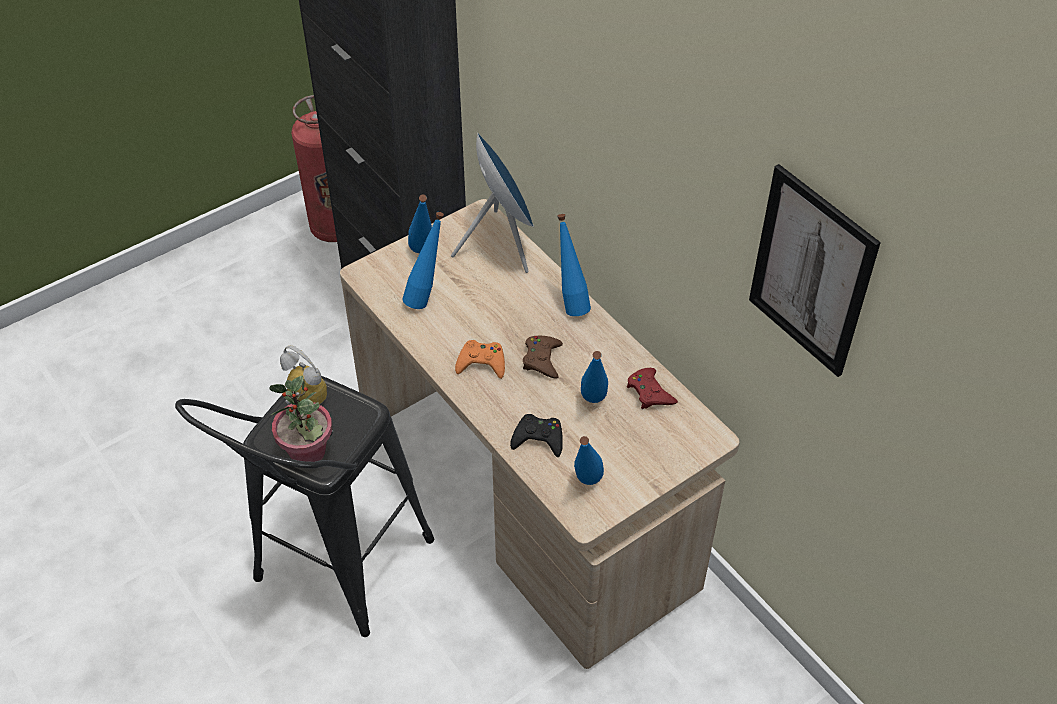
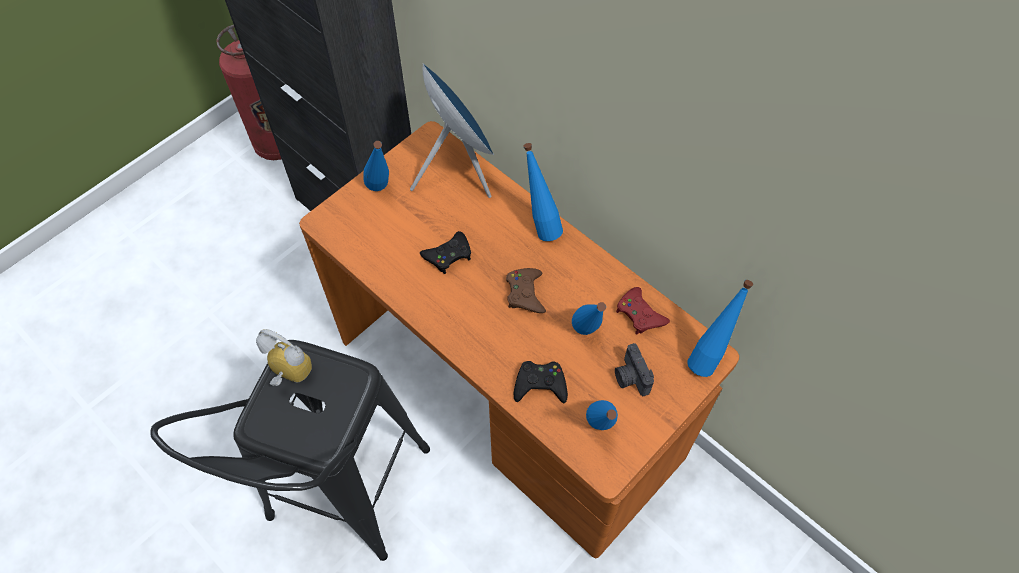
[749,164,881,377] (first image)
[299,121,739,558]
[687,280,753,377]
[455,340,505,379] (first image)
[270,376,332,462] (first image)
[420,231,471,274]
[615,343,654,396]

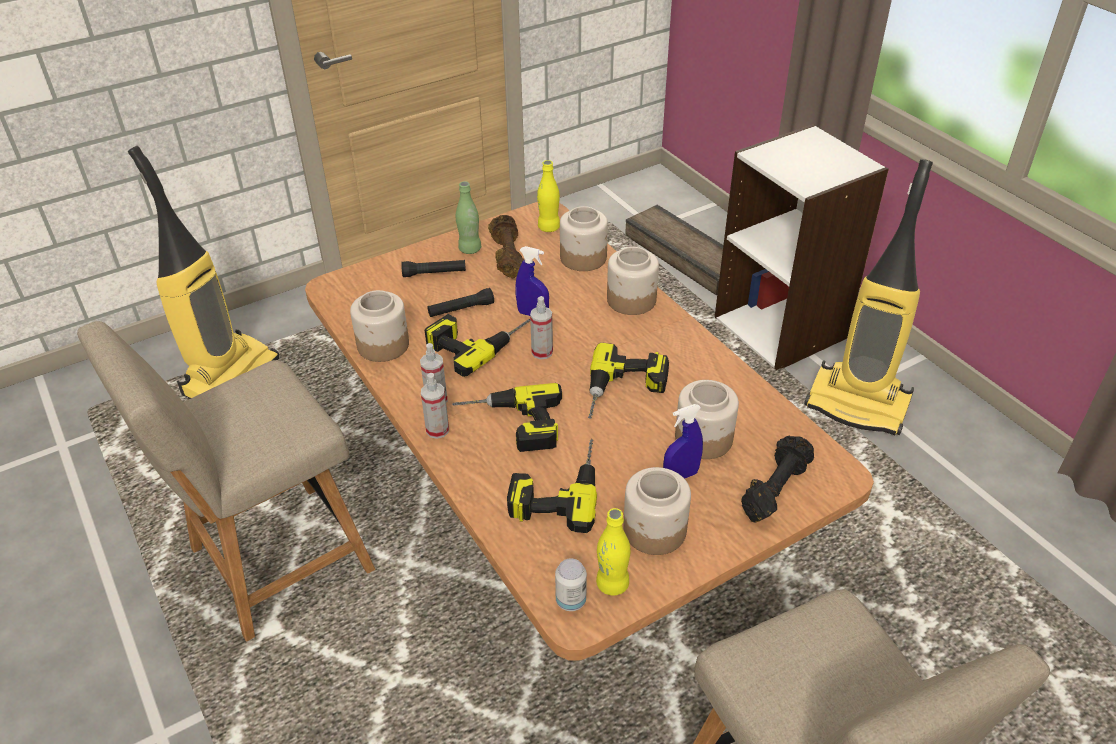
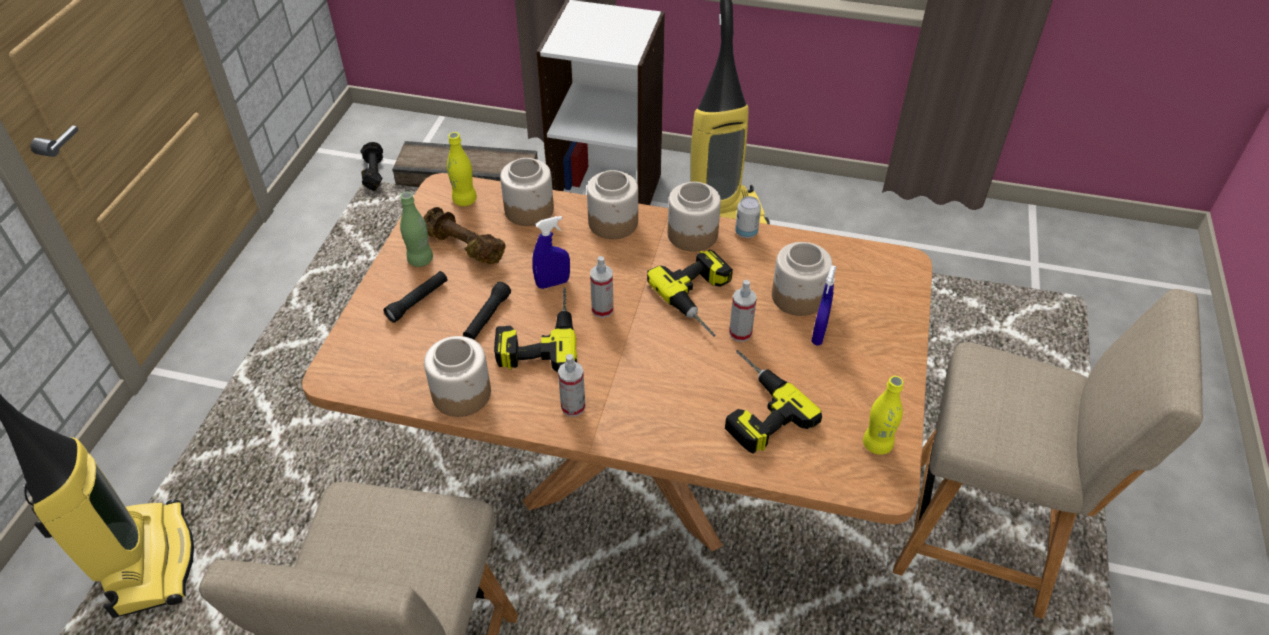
[729,280,757,342]
[452,383,562,452] (first image)
[360,142,383,191]
[668,182,721,252]
[735,196,761,238]

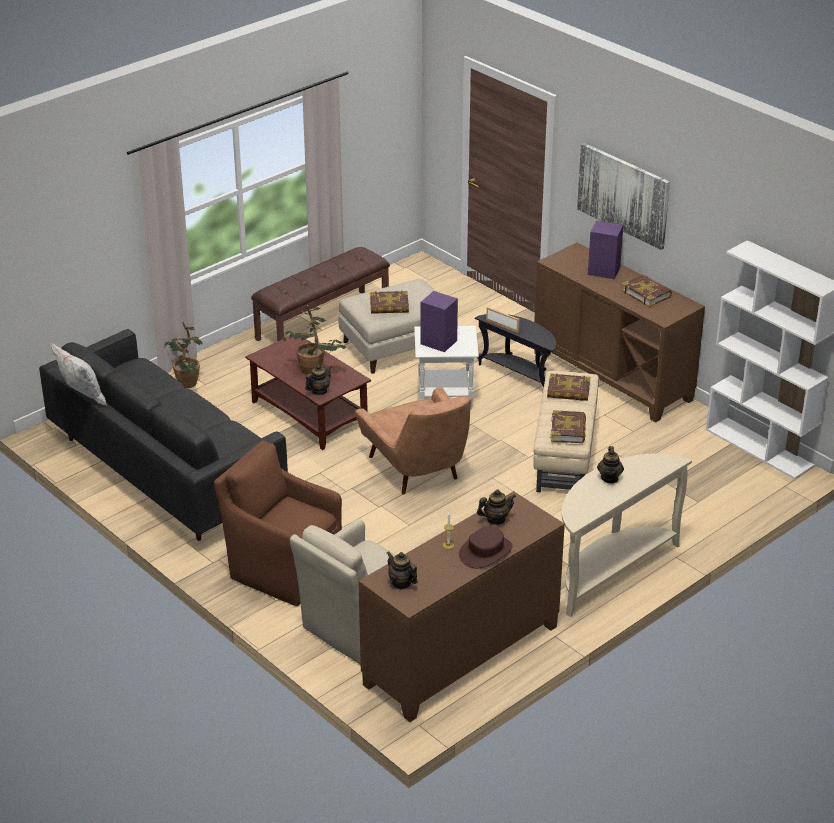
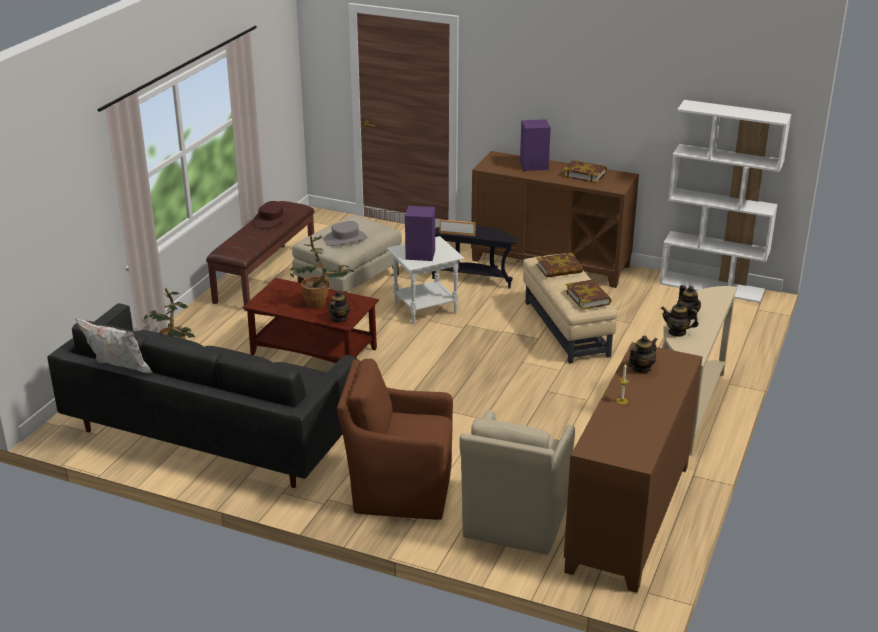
[577,143,670,250] (first image)
[324,221,367,246]
[355,387,471,494] (first image)
[253,201,289,229]
[661,301,699,337]

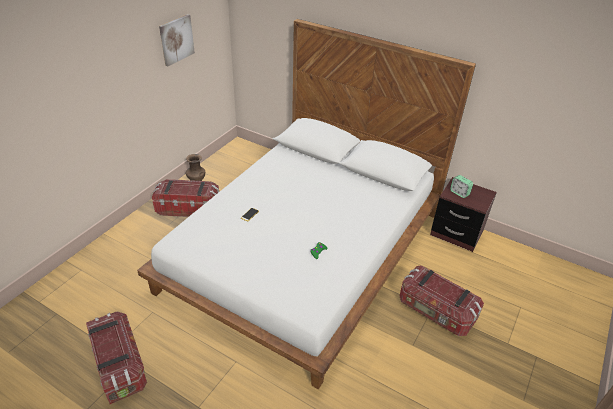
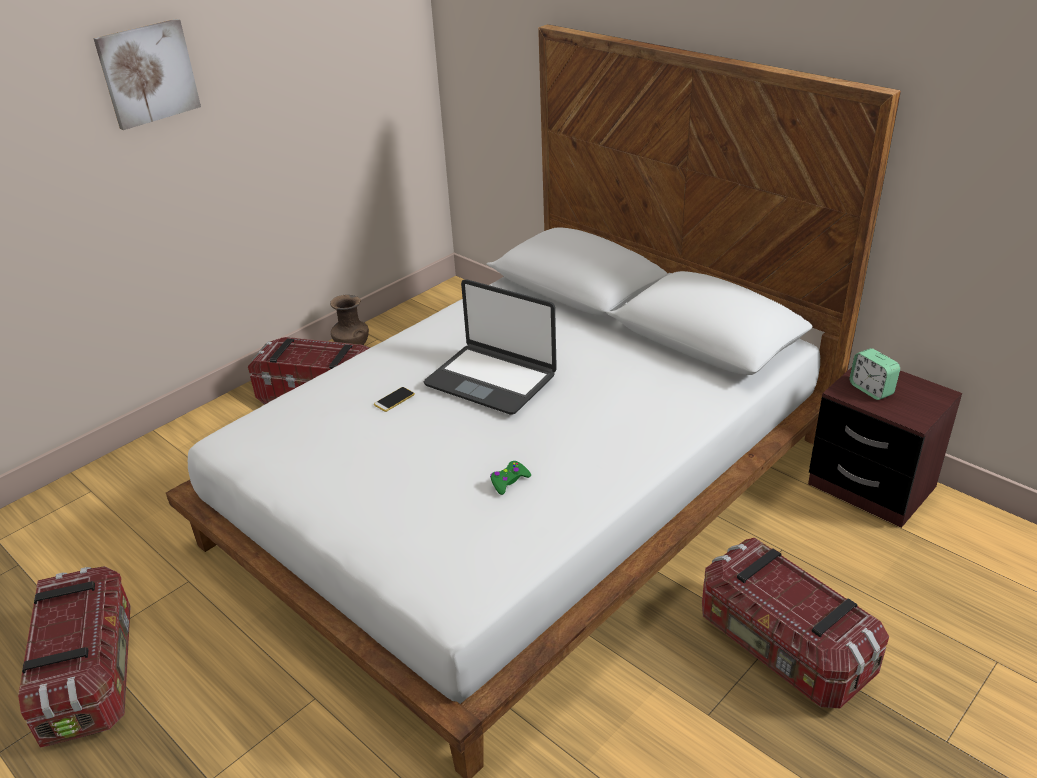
[93,19,201,130]
[424,280,557,415]

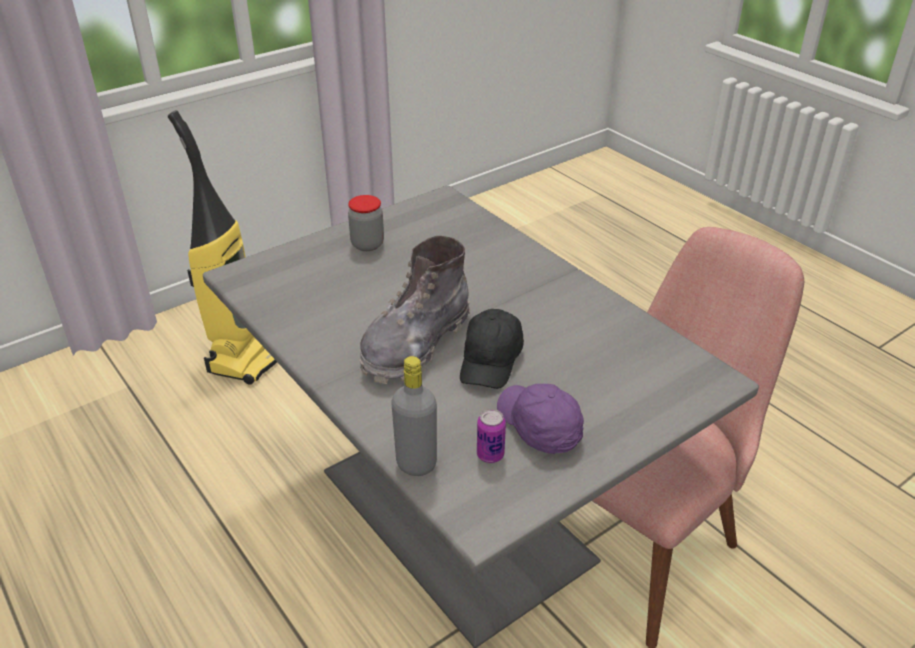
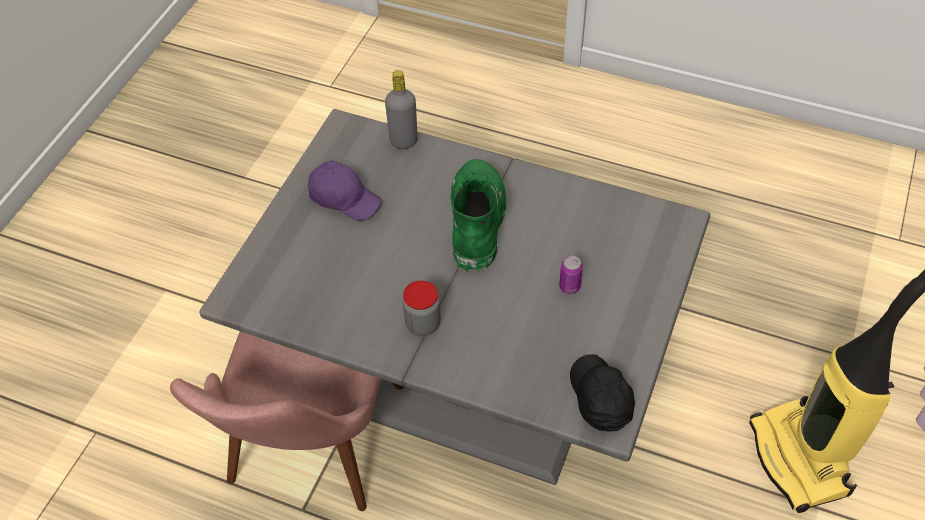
[403,280,441,336]
[450,159,507,272]
[570,354,635,432]
[559,256,583,294]

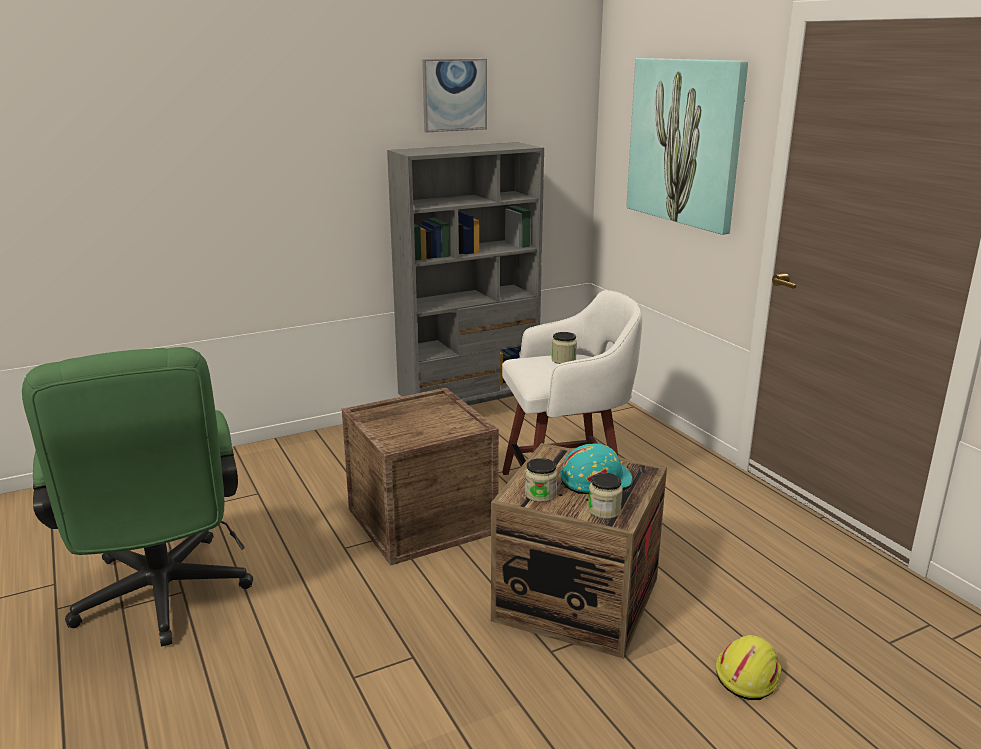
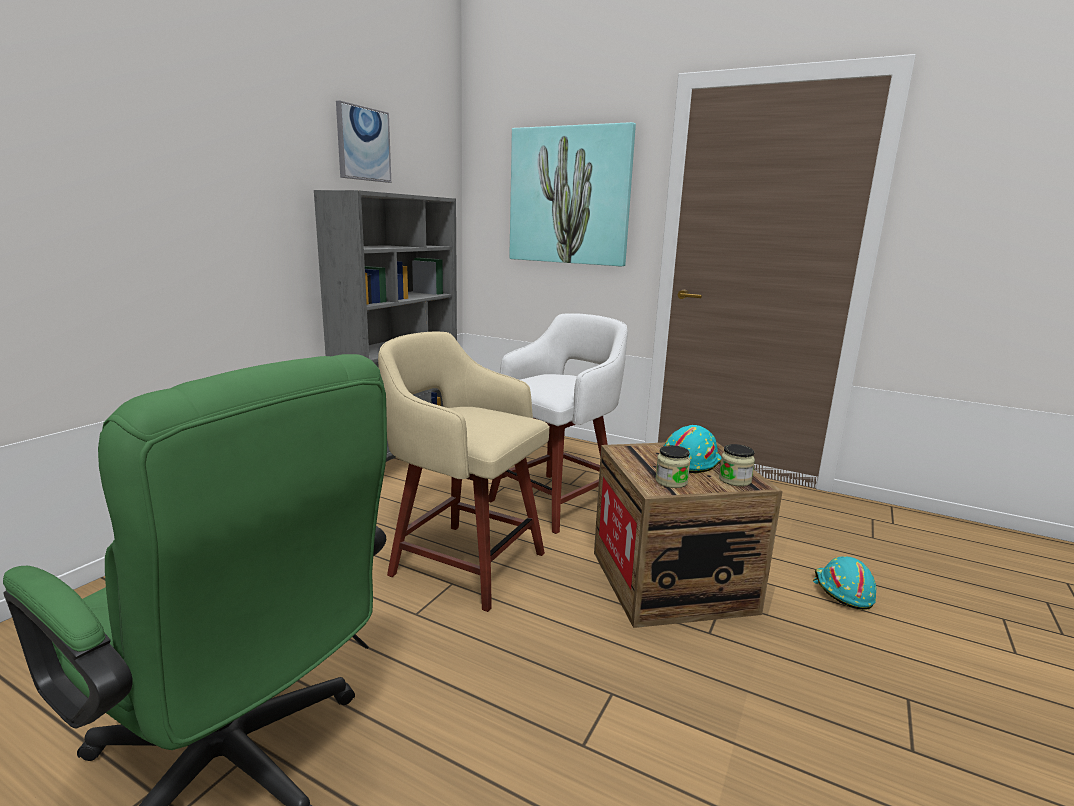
[551,332,577,364] (first image)
[378,332,550,612]
[813,556,876,610]

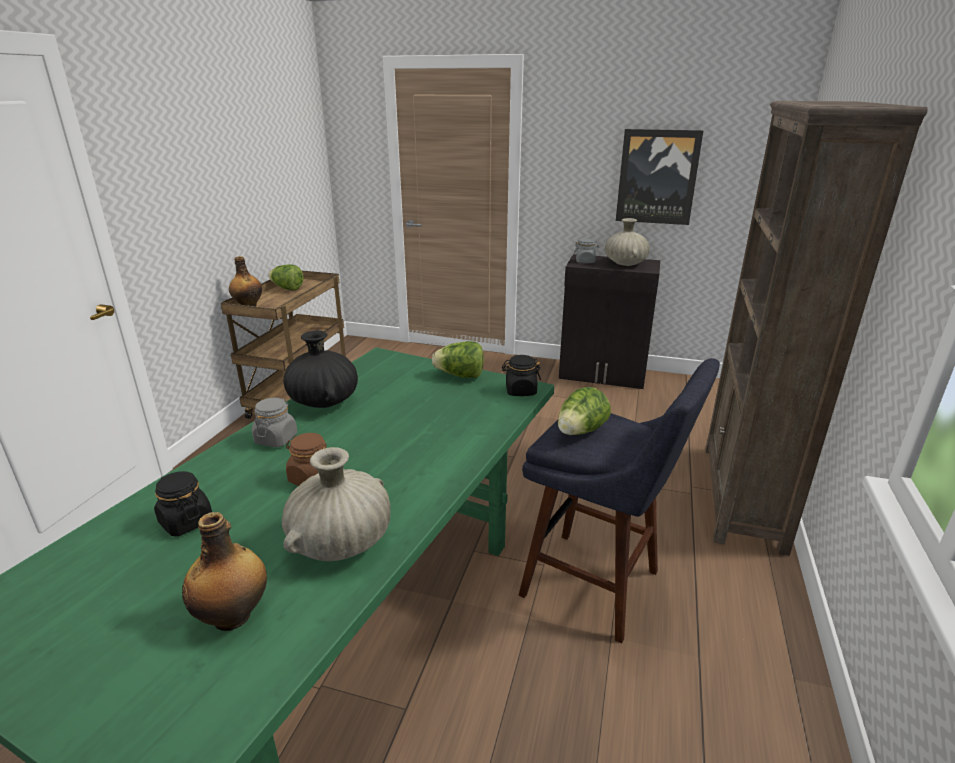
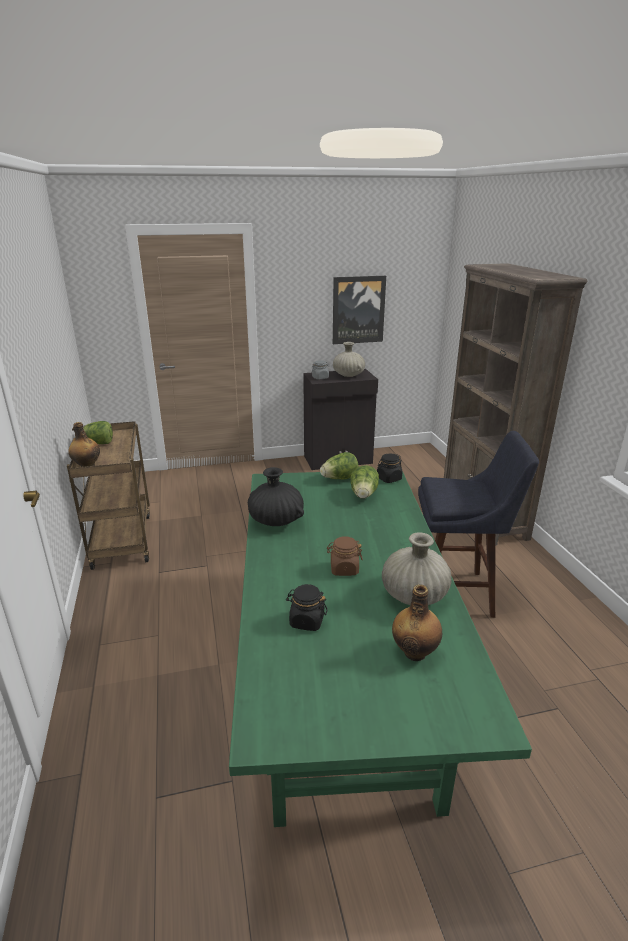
[350,465,379,499]
[252,398,297,447] (first image)

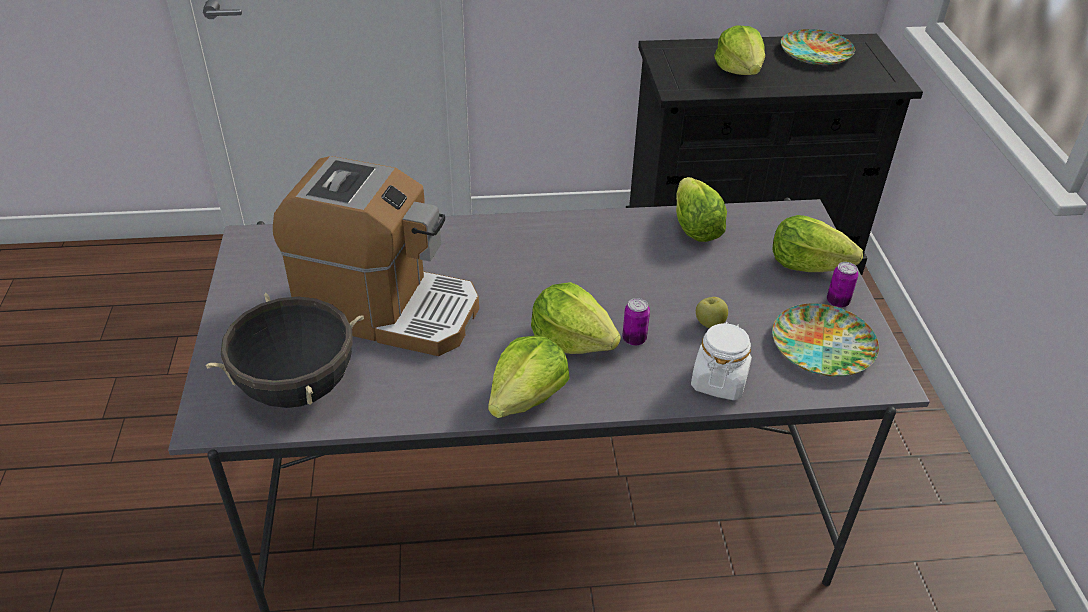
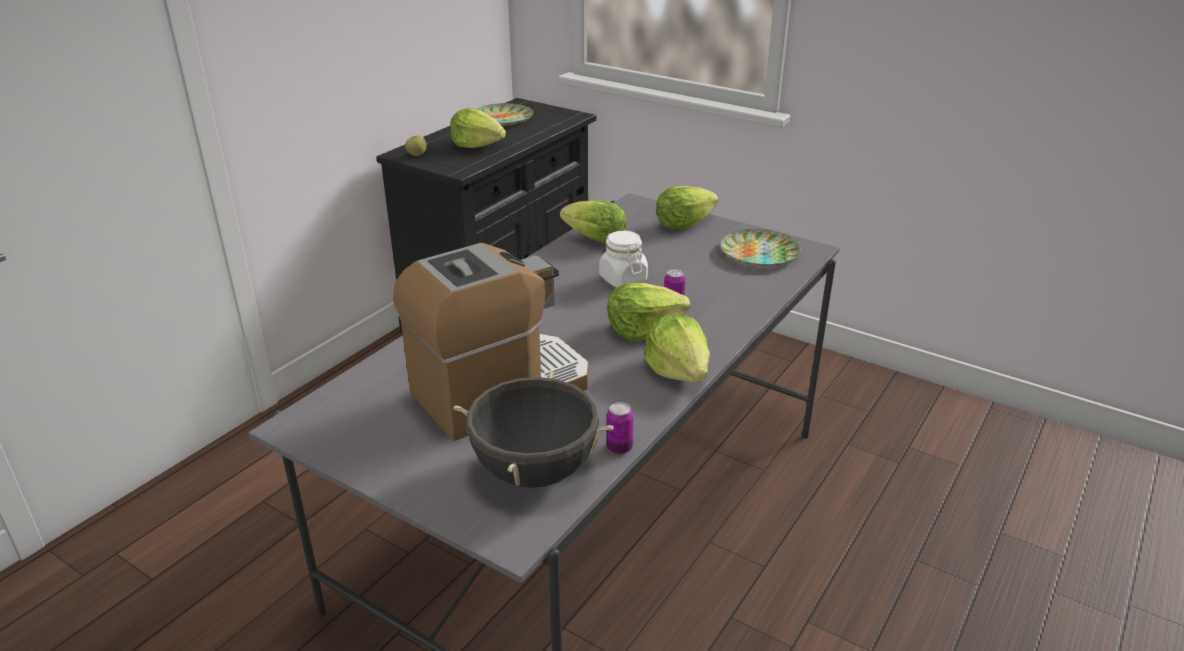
[606,402,634,455]
[405,135,427,156]
[599,231,648,287]

